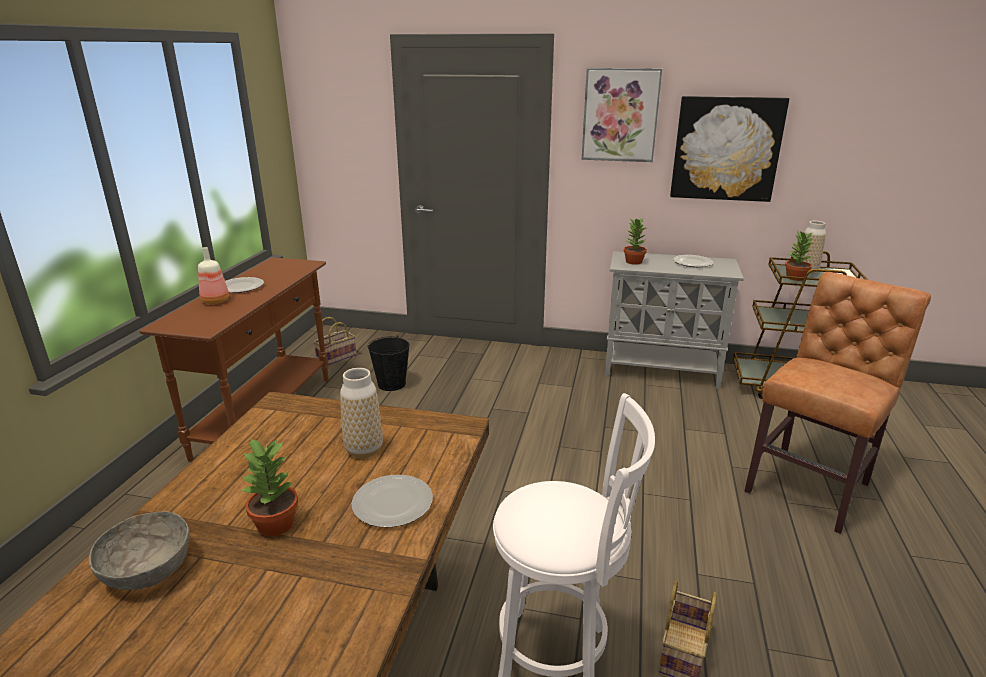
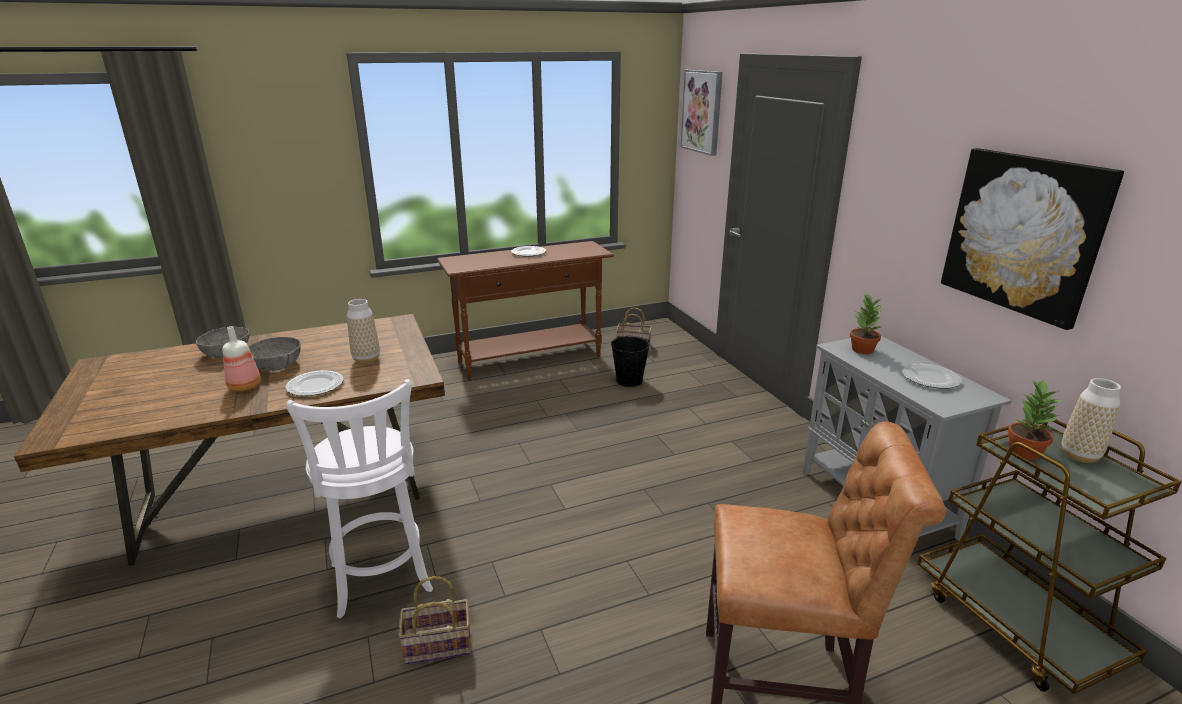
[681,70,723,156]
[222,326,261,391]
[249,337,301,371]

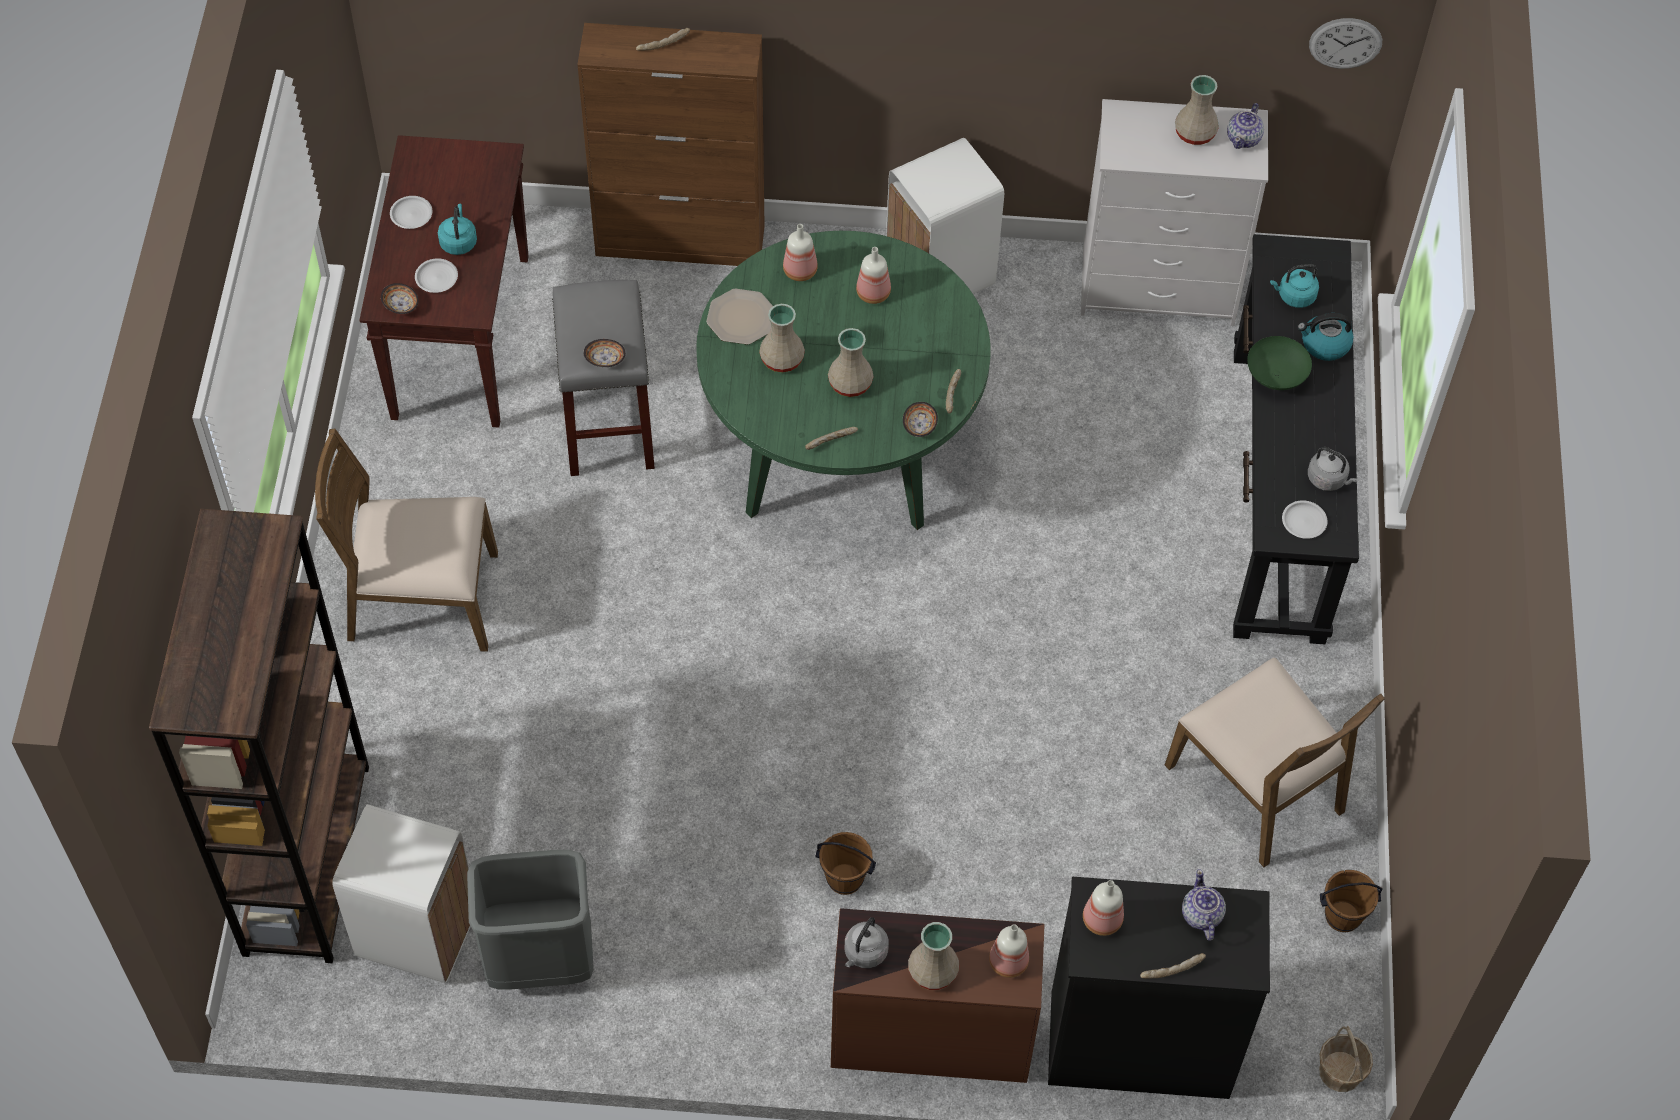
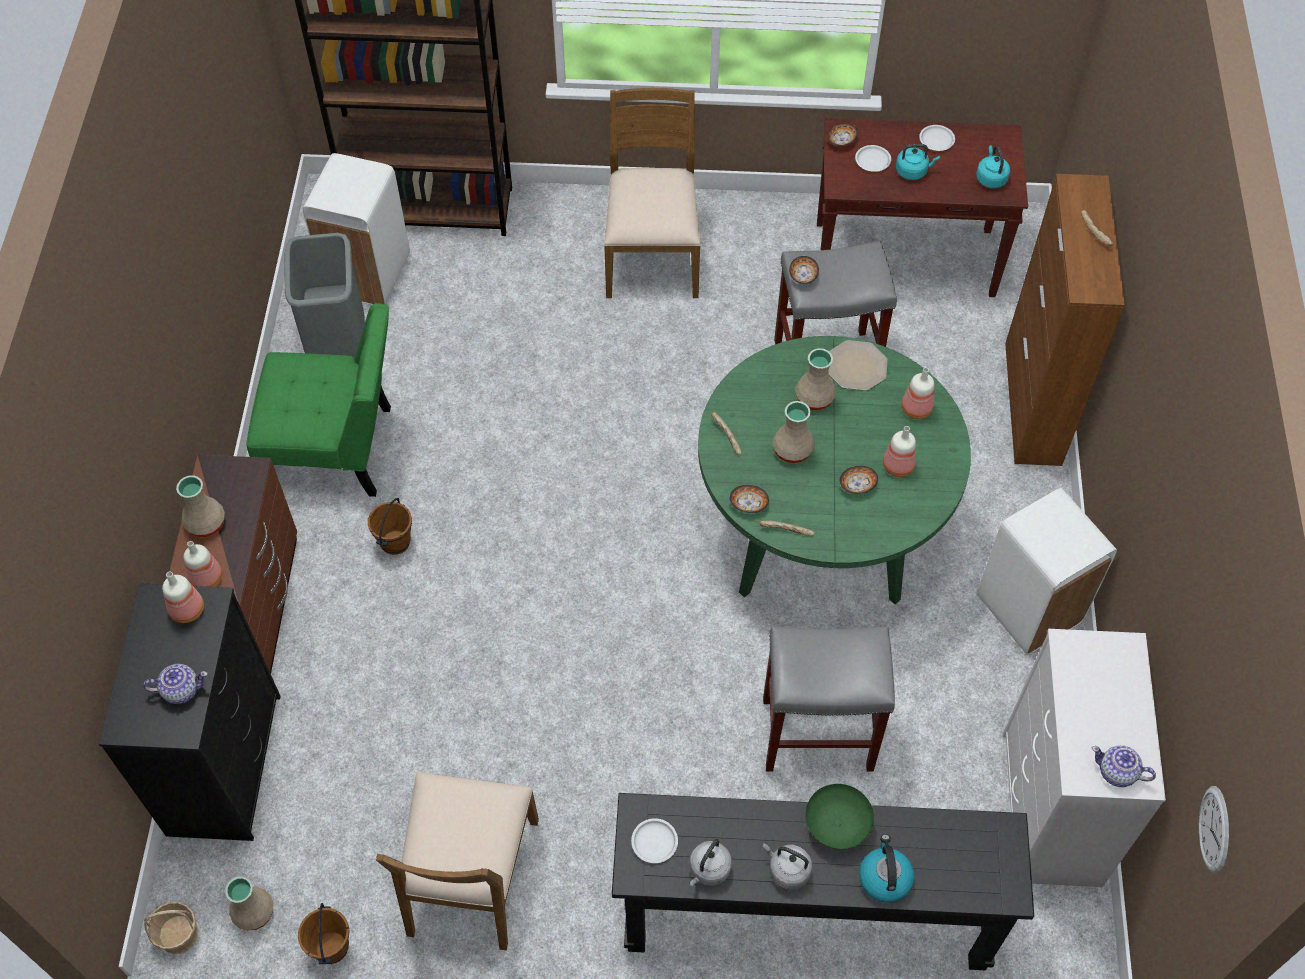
[225,876,274,930]
[976,145,1010,188]
[376,772,539,951]
[763,843,812,890]
[1140,953,1206,979] (first image)
[246,303,391,497]
[839,466,878,494]
[763,626,895,772]

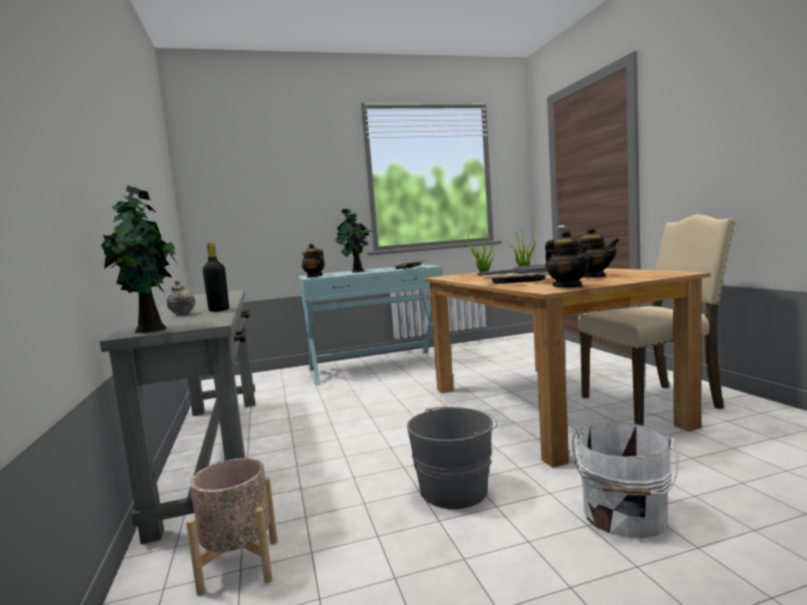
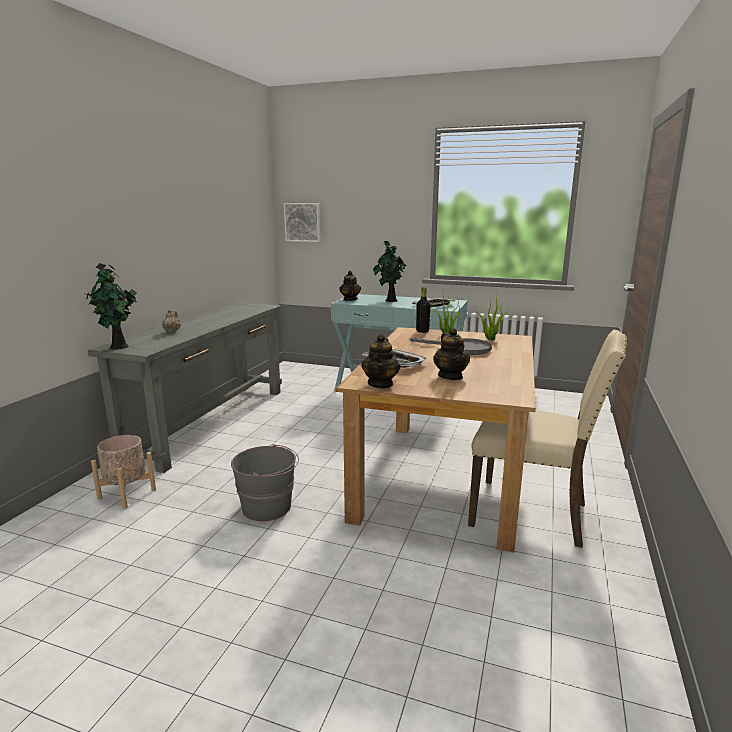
[416,287,430,333]
[572,422,679,538] (first image)
[284,203,321,242]

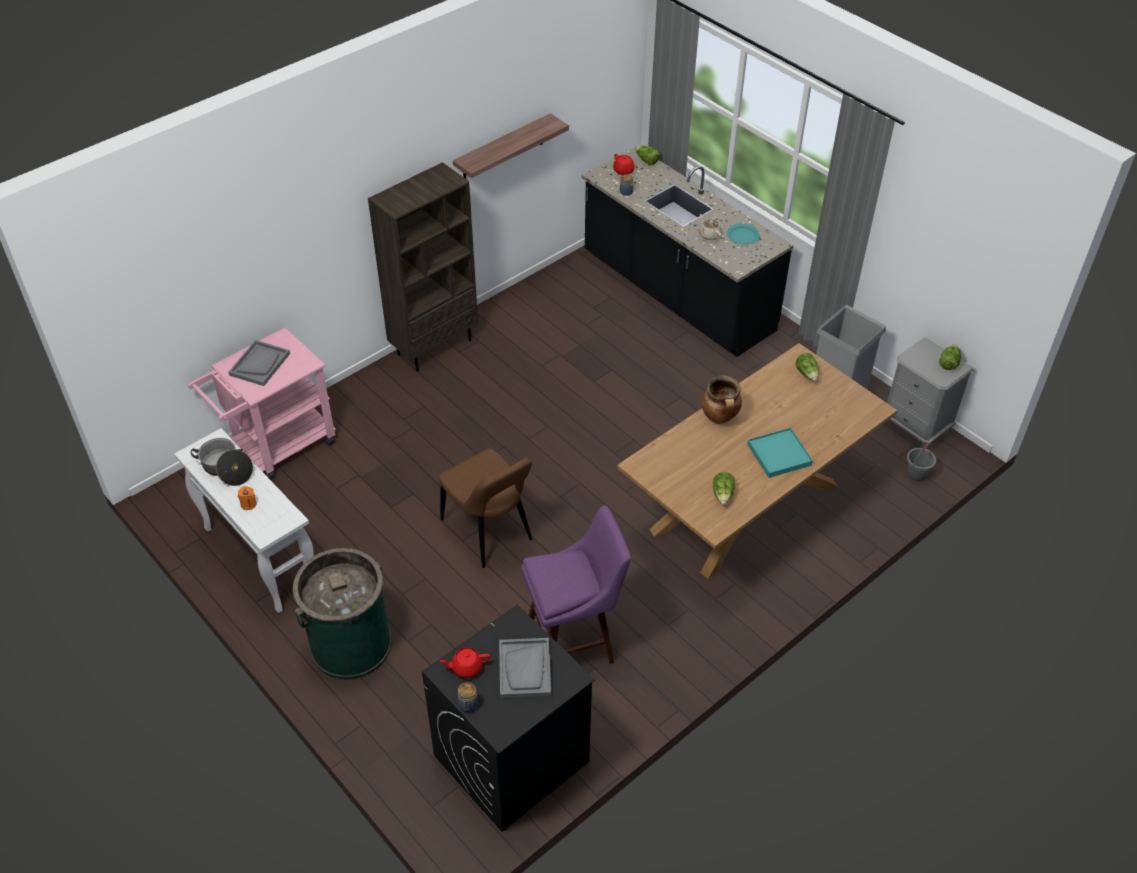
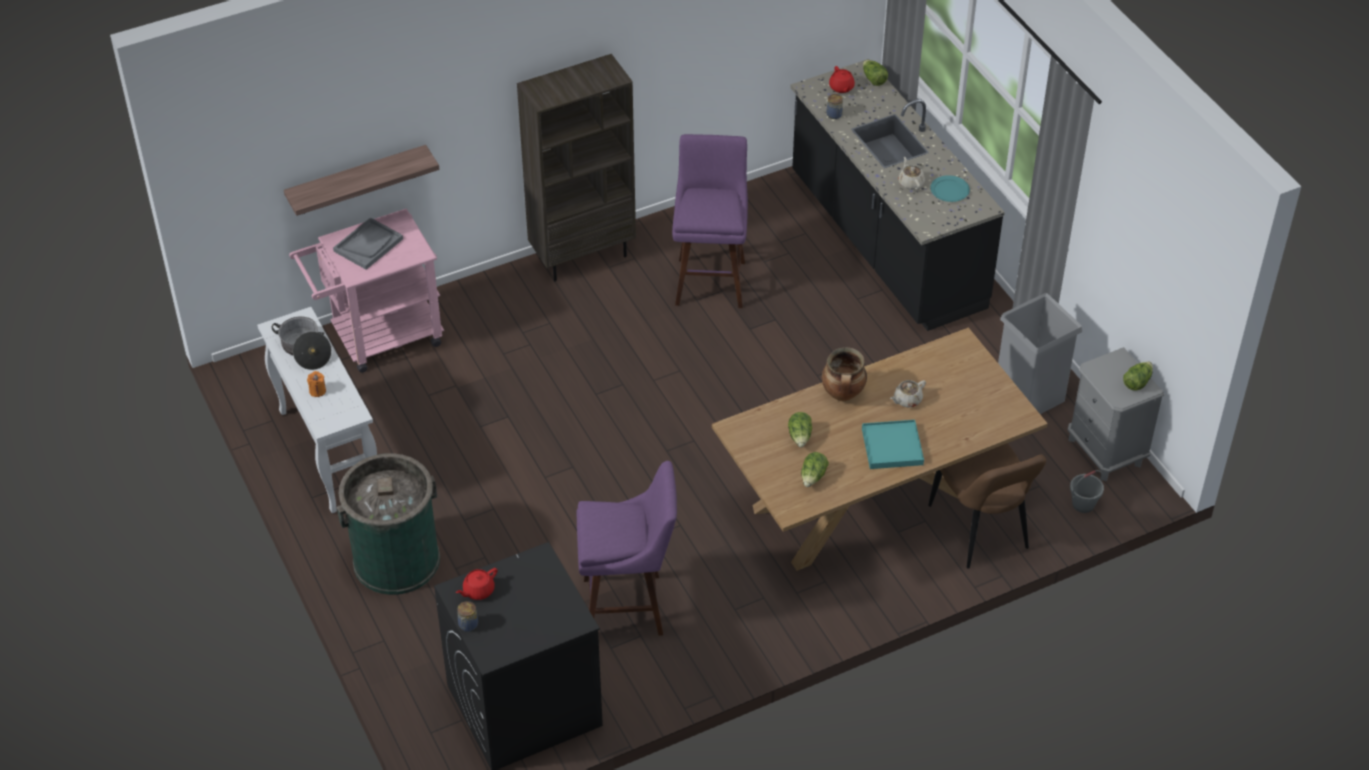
[284,145,439,216]
[788,412,812,447]
[928,443,1046,569]
[499,638,551,698] (first image)
[456,568,497,600]
[672,134,748,308]
[890,380,926,407]

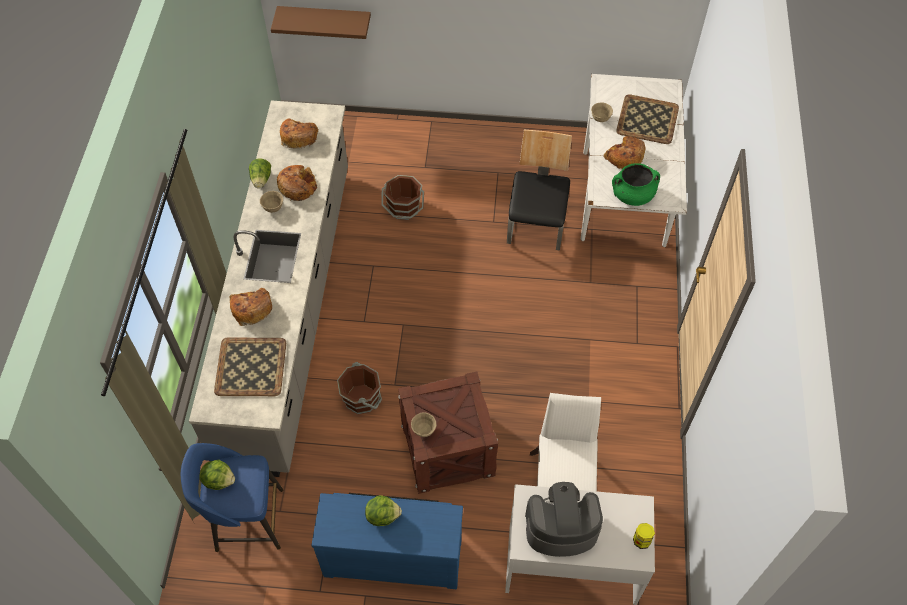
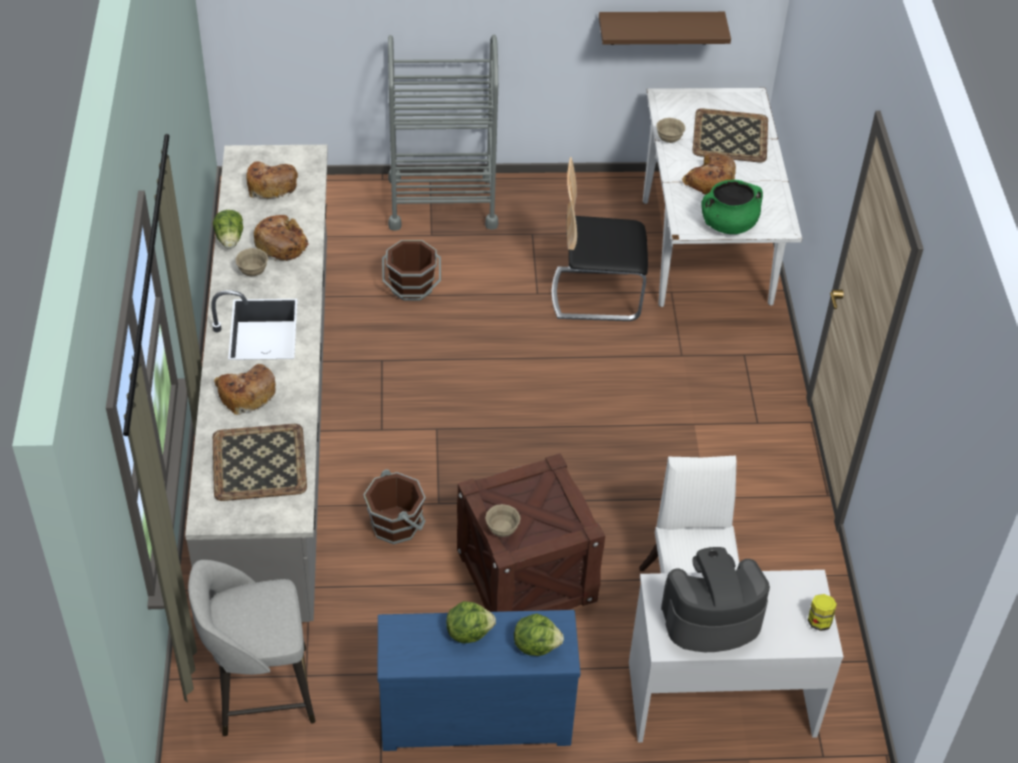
[599,12,731,45]
[551,157,648,321]
[188,560,316,736]
[514,614,564,656]
[388,35,498,231]

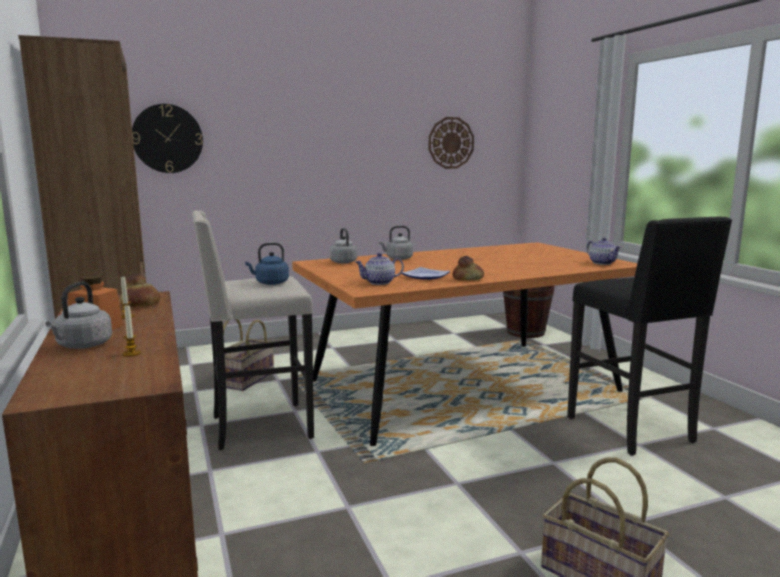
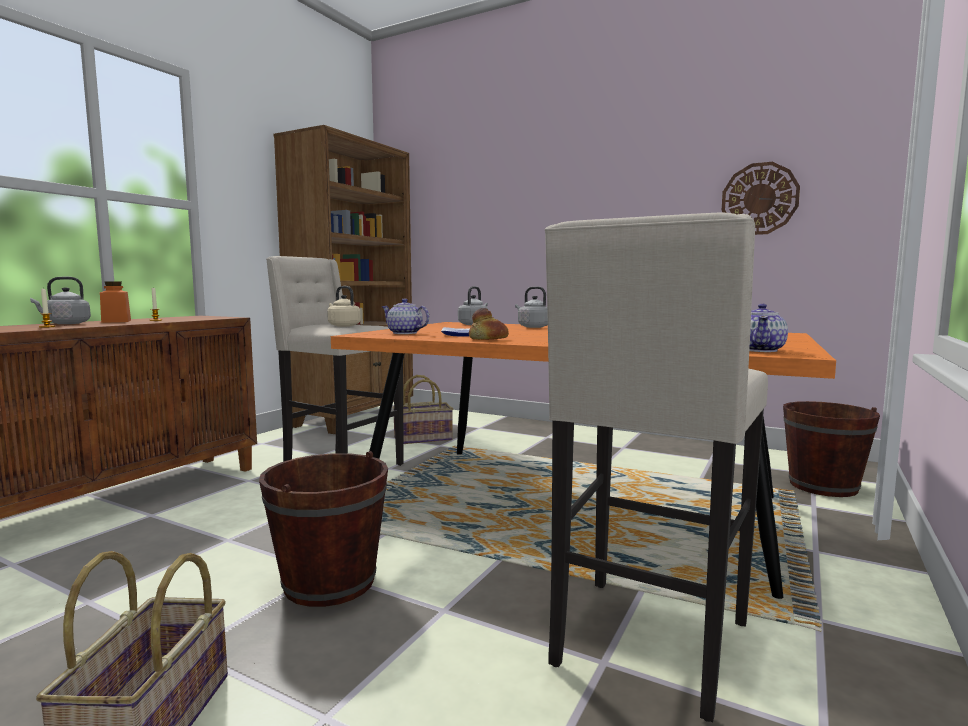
[132,104,203,173] (first image)
[544,213,768,722]
[327,286,361,327]
[120,274,161,307] (first image)
[259,451,388,607]

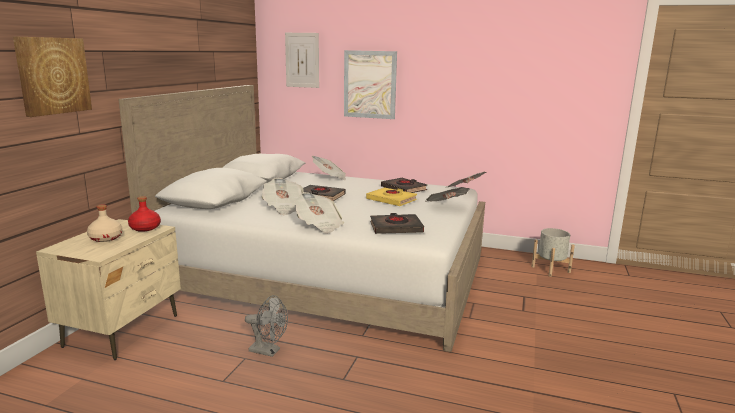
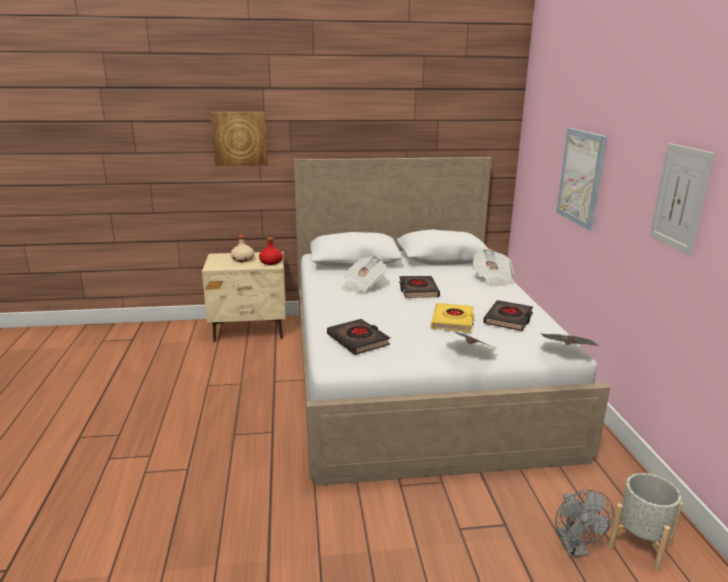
[650,143,715,255]
[294,192,344,234] (first image)
[555,490,614,557]

